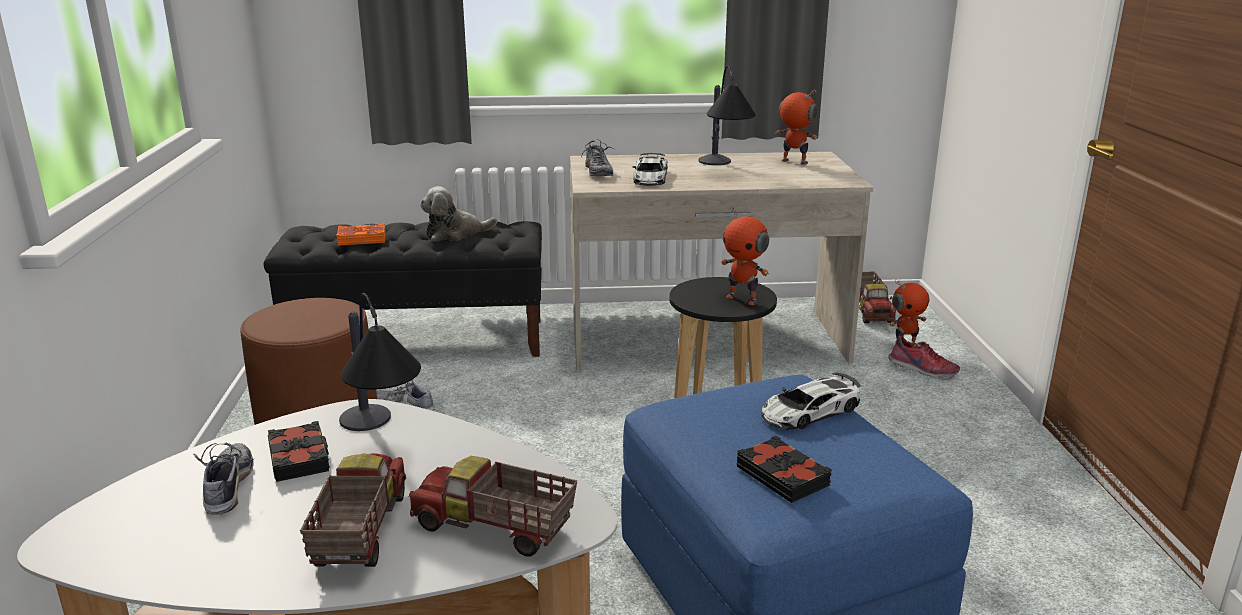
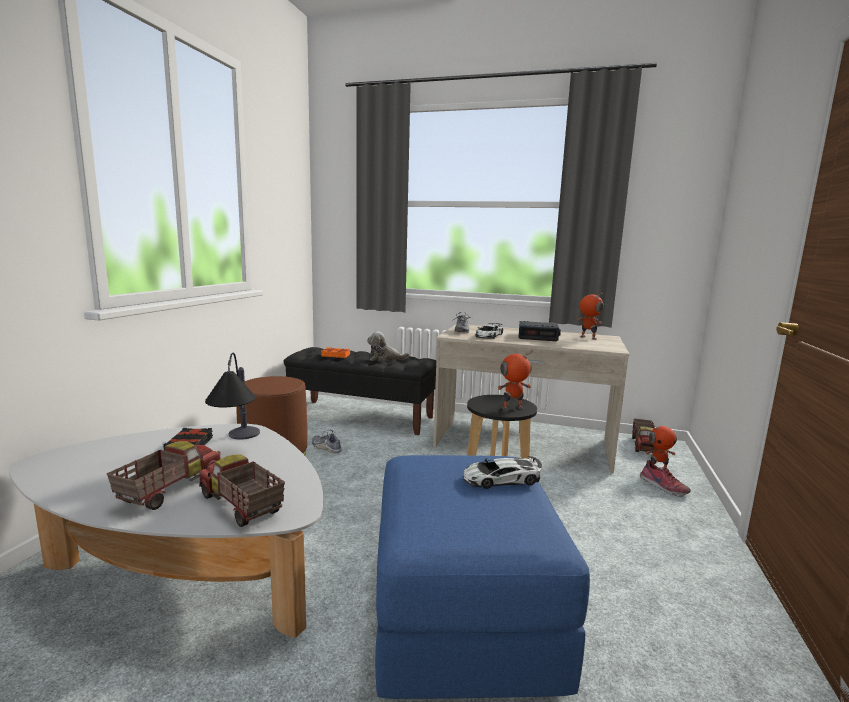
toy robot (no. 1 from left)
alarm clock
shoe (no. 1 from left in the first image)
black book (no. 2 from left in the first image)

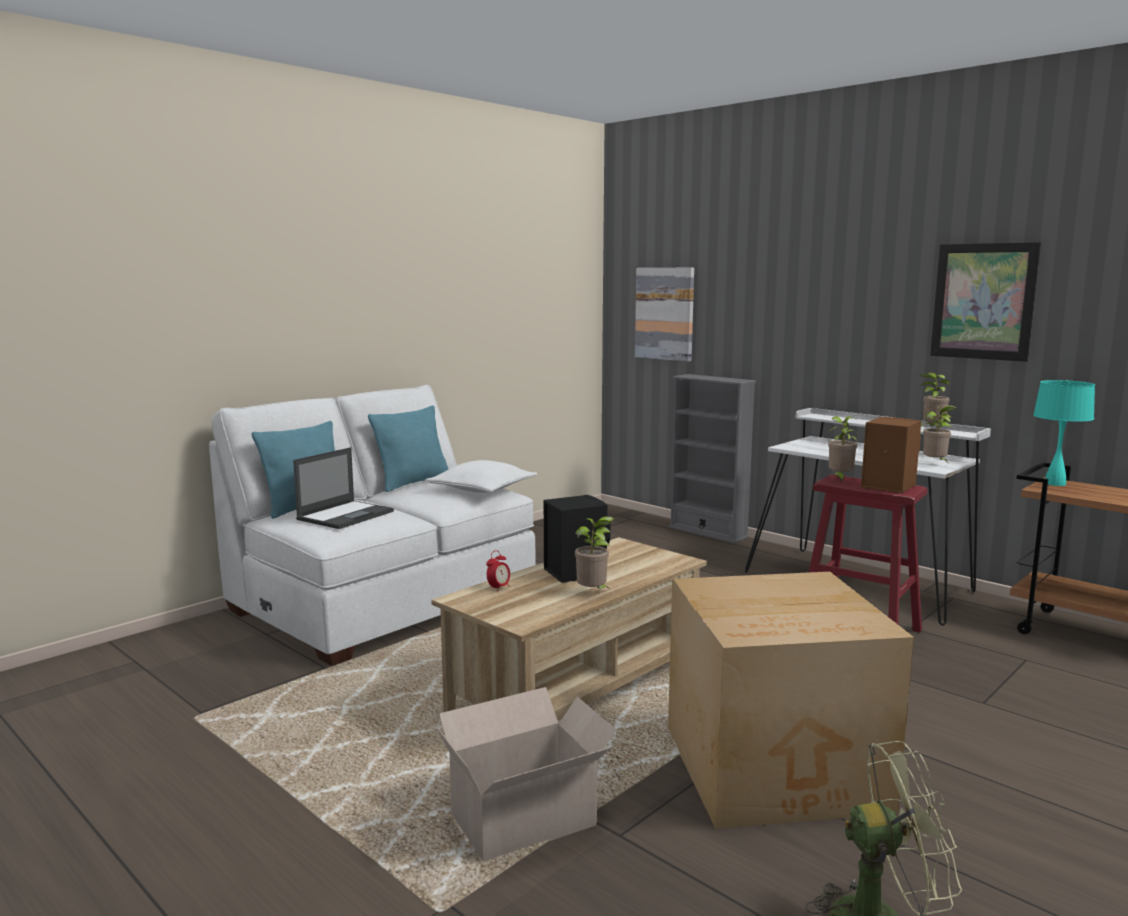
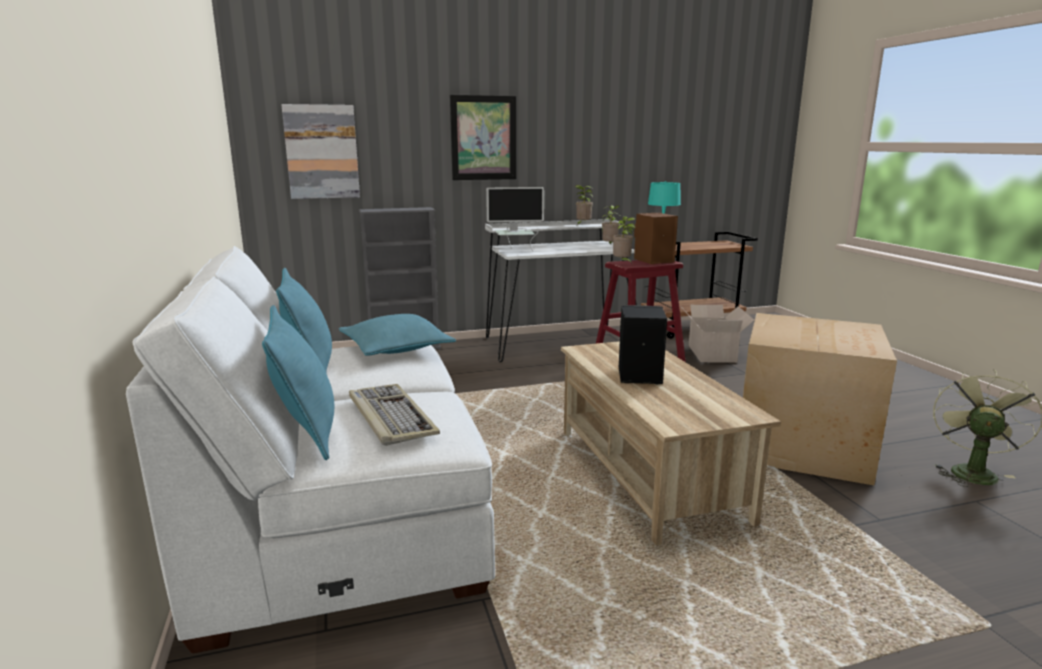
turquoise pillow (no. 3 from left)
keyboard
picture (no. 2 from left)
monitor
cardboard box (no. 1 from left)
alarm clock
potted plant (no. 1 from left in the first image)

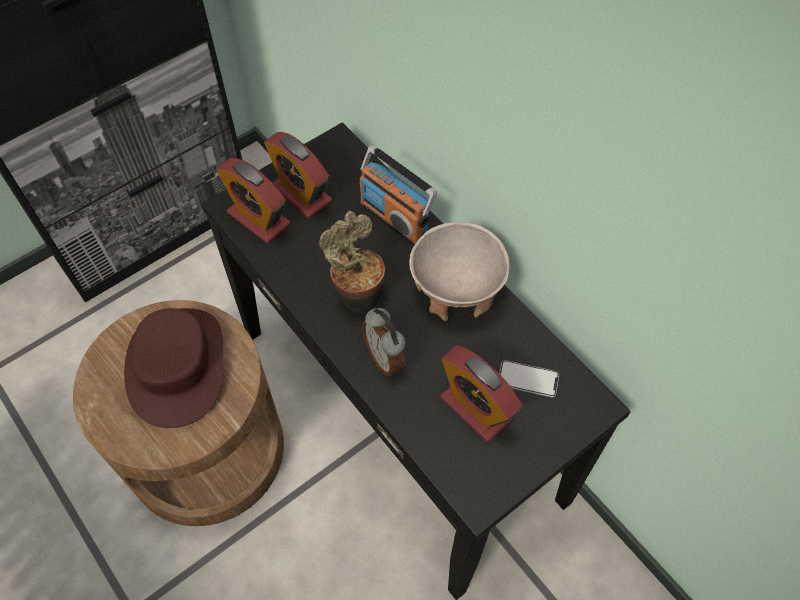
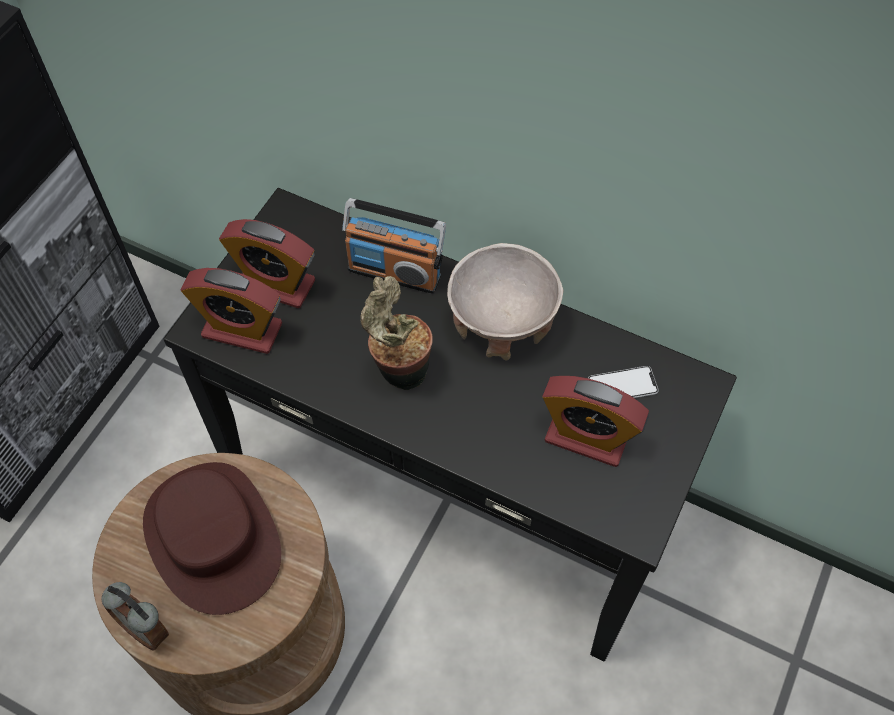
alarm clock (no. 1 from left)

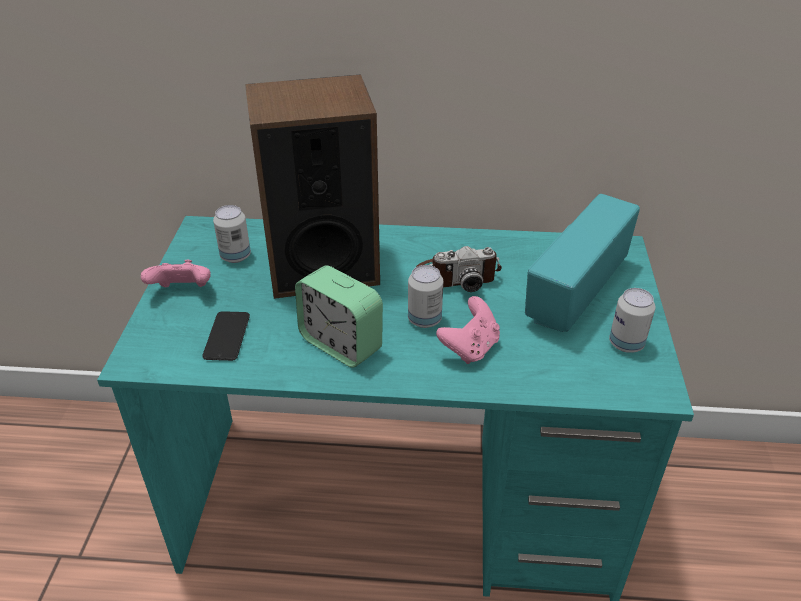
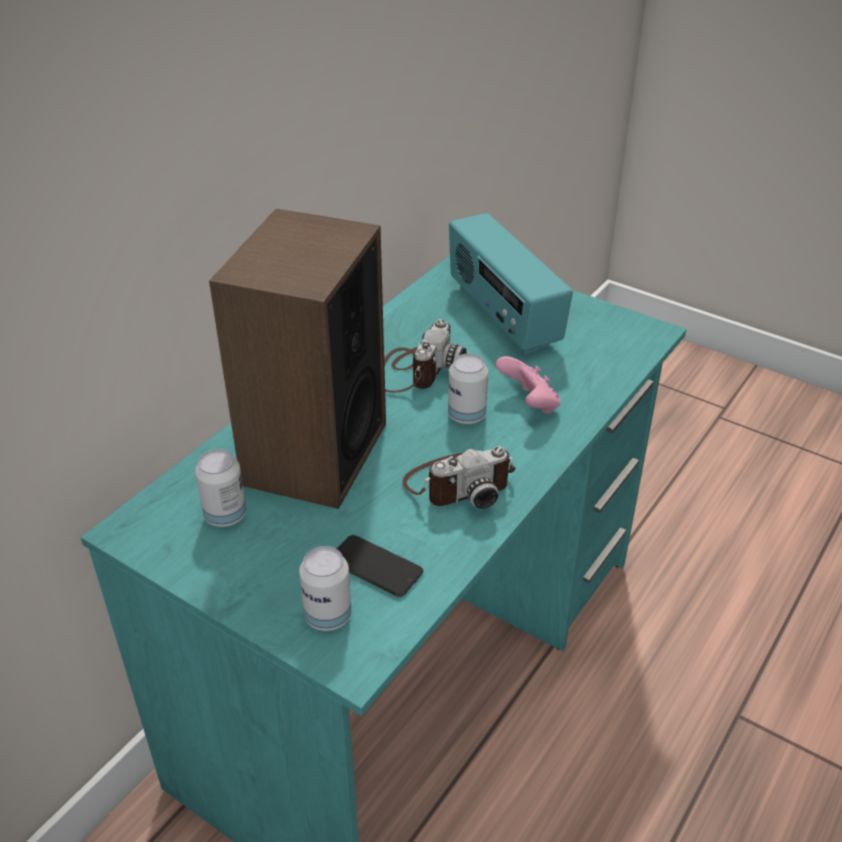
can (no. 2 from left)
photo camera (no. 2 from left)
pink game controller (no. 1 from left in the first image)

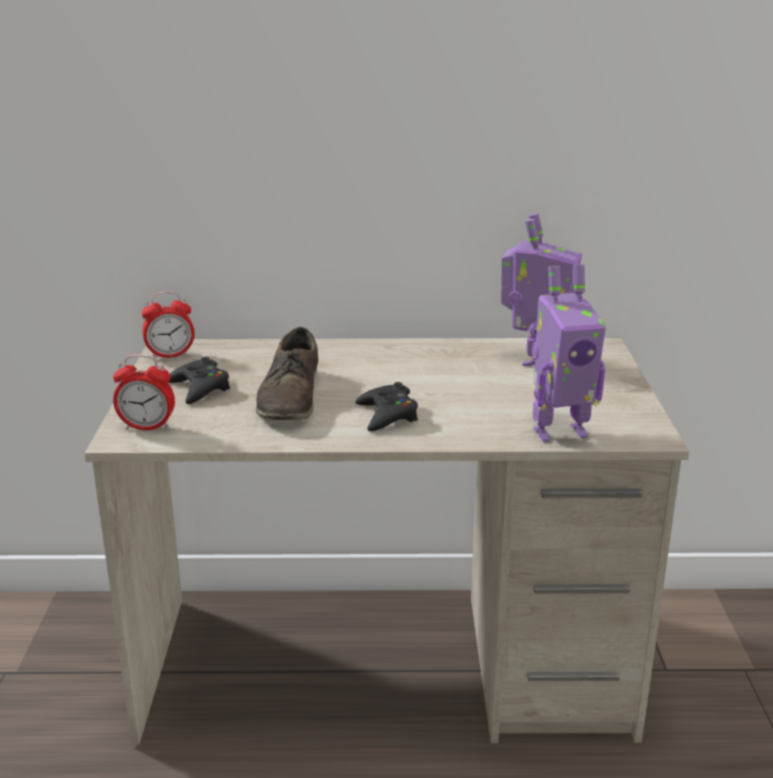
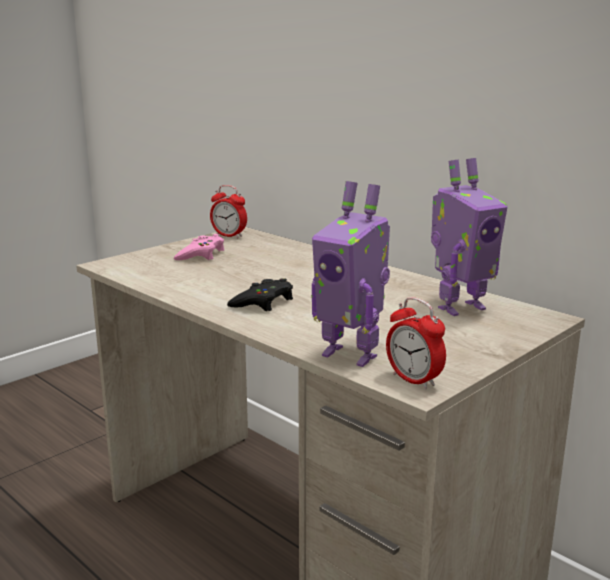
pink game controller
alarm clock (no. 2 from left)
brown shoe

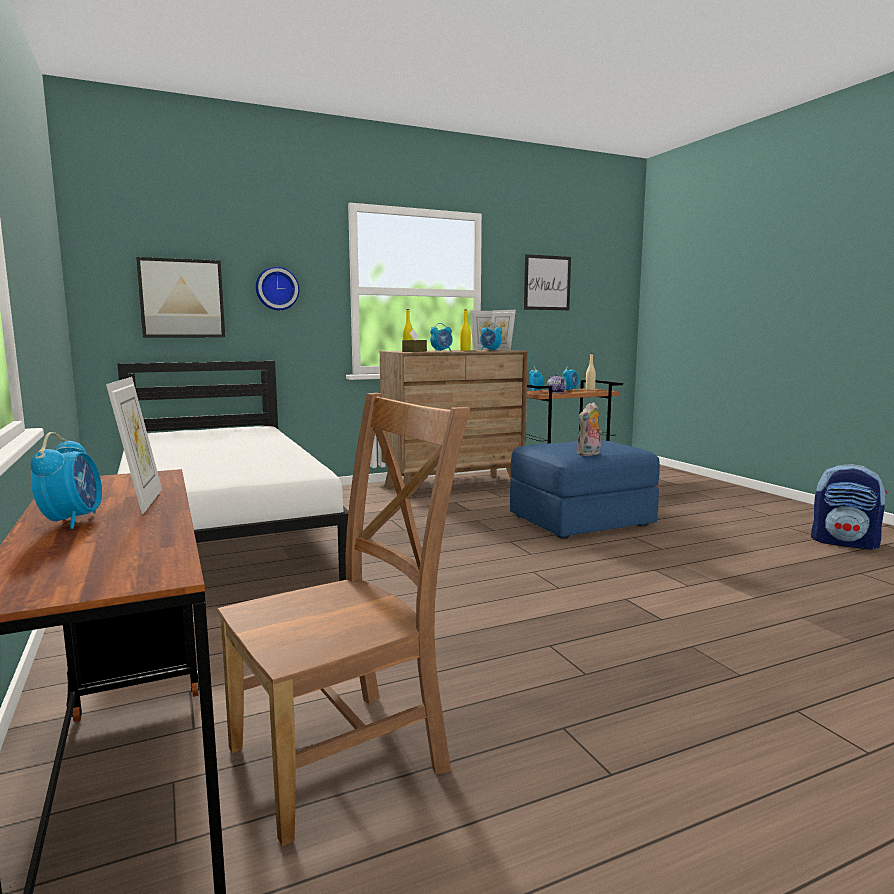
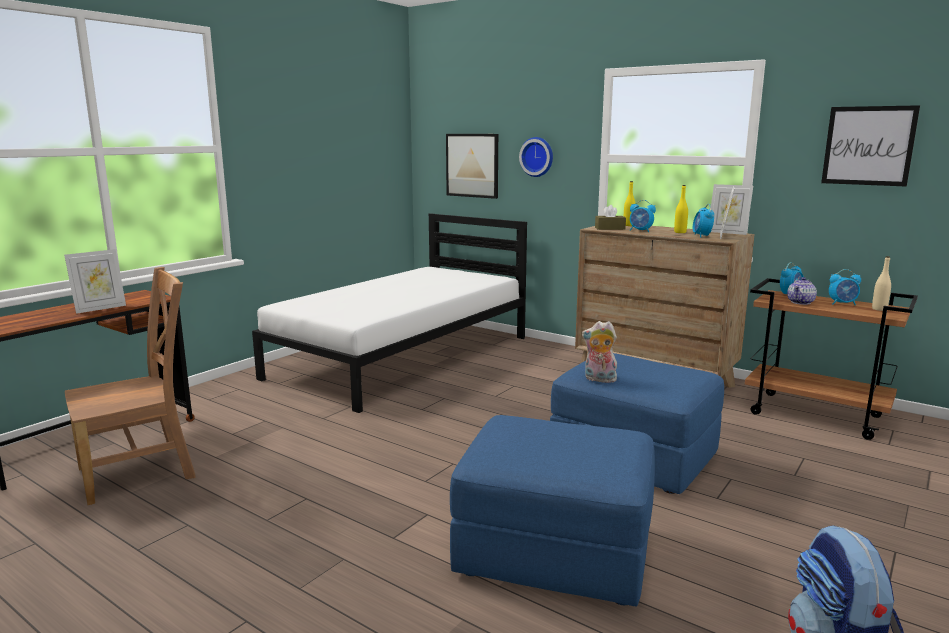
brown chair
blue ottoman (no. 1 from left)
alarm clock (no. 1 from left in the first image)

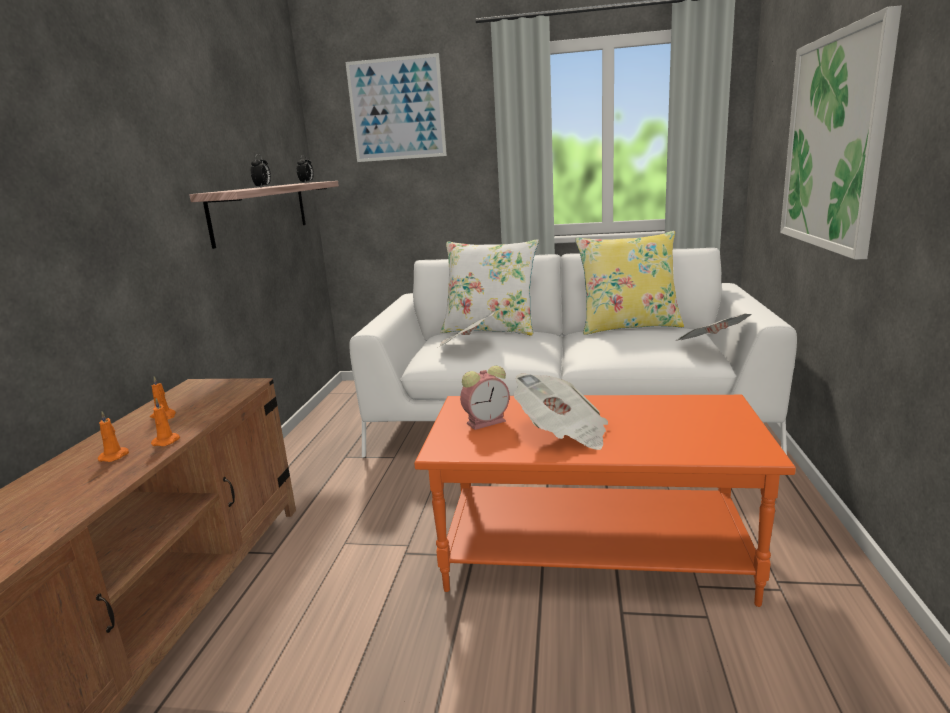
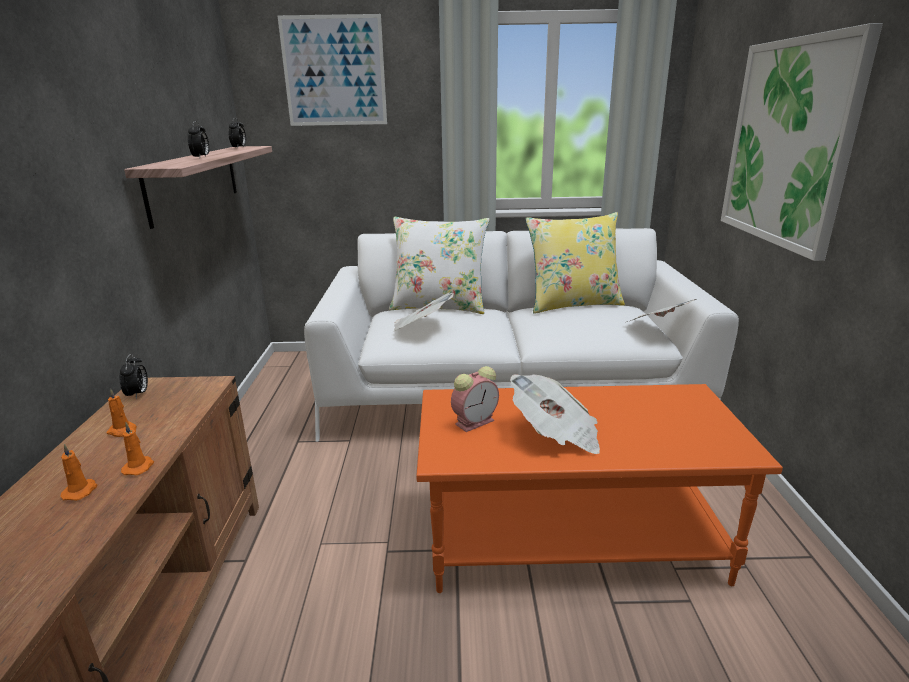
alarm clock (no. 1 from left)

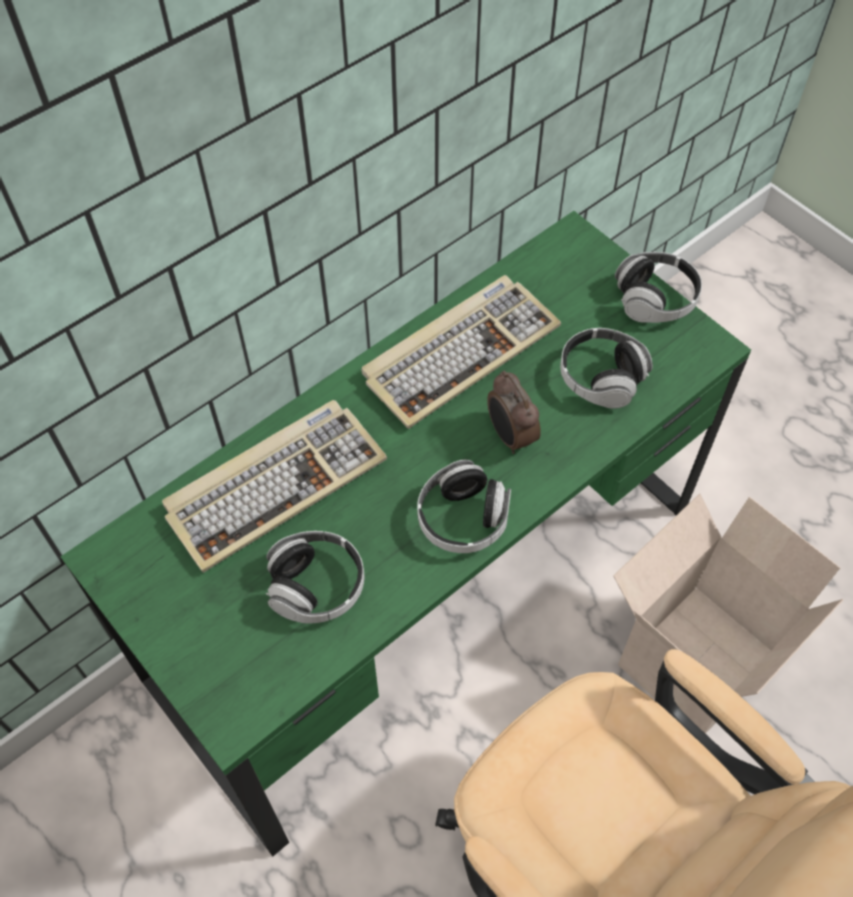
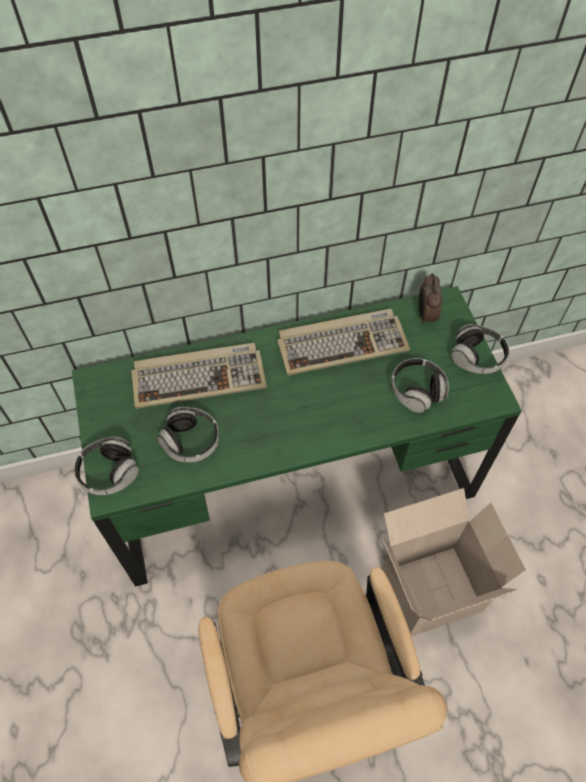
headphones (no. 1 from left)
alarm clock

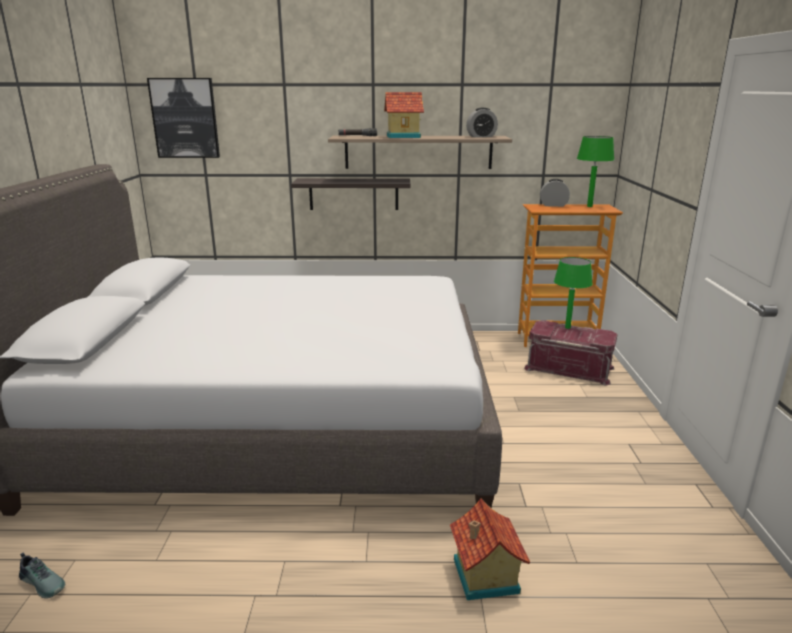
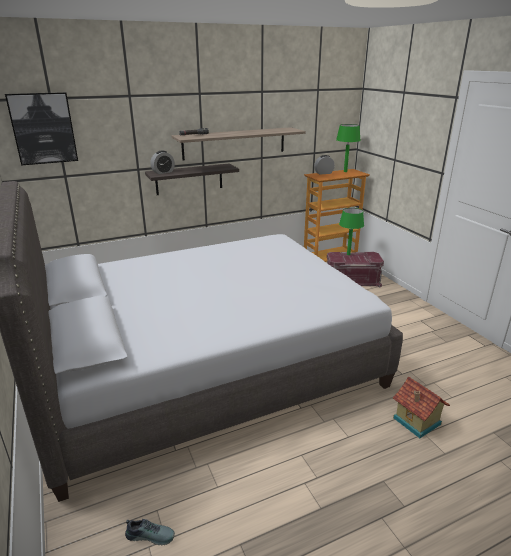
alarm clock (no. 1 from left)
toy house (no. 1 from left in the first image)

